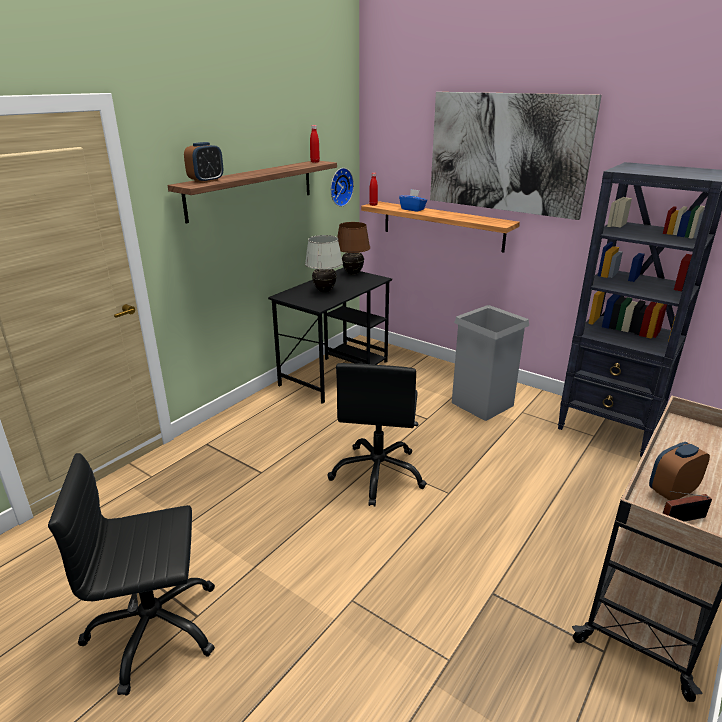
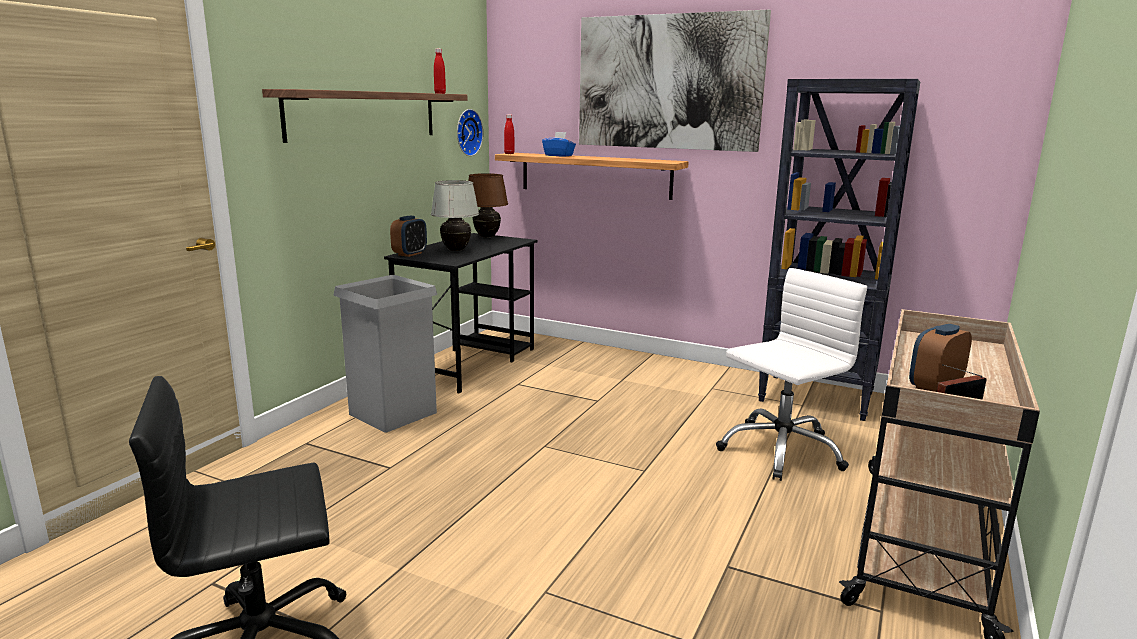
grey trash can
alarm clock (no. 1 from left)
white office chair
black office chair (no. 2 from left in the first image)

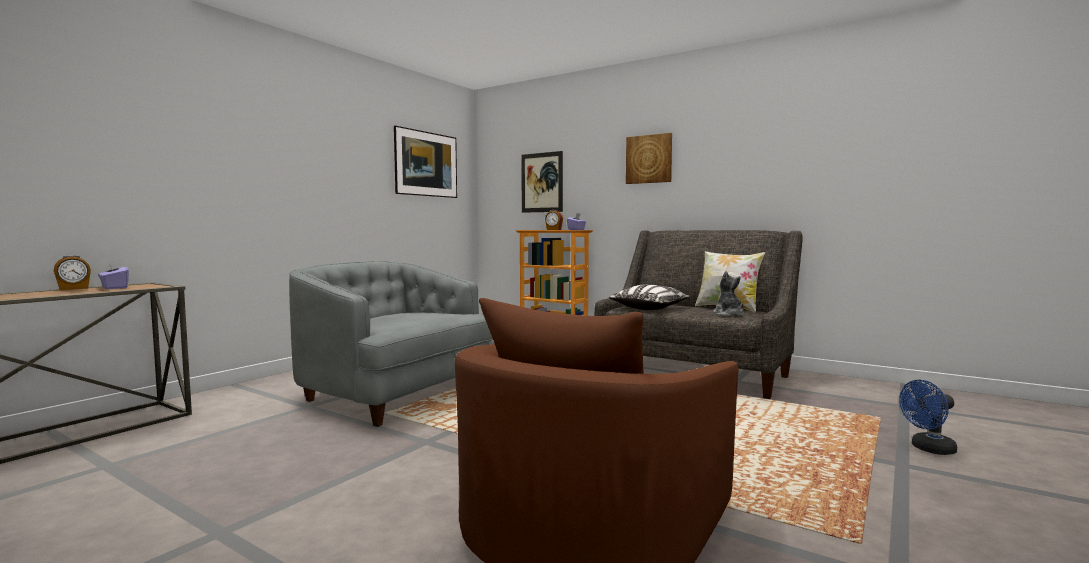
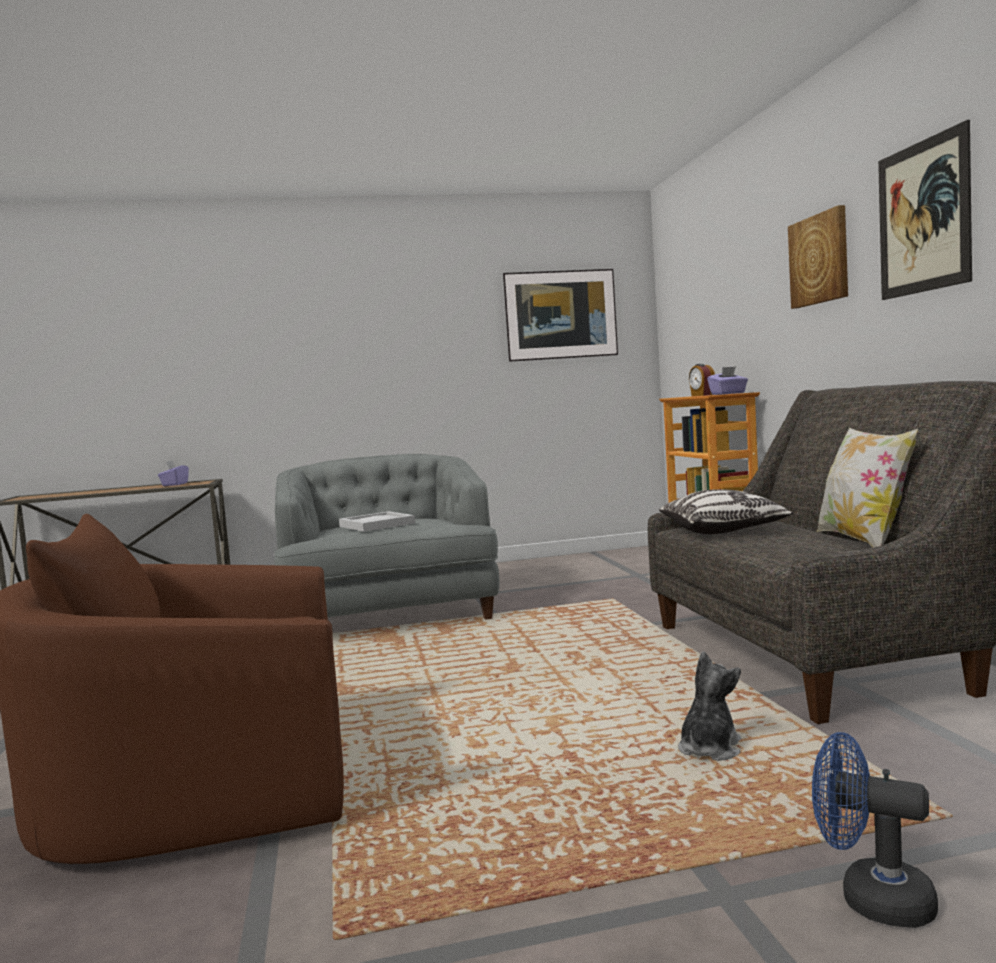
white tray
plush toy
picture (no. 3 from left)
alarm clock (no. 1 from left in the first image)

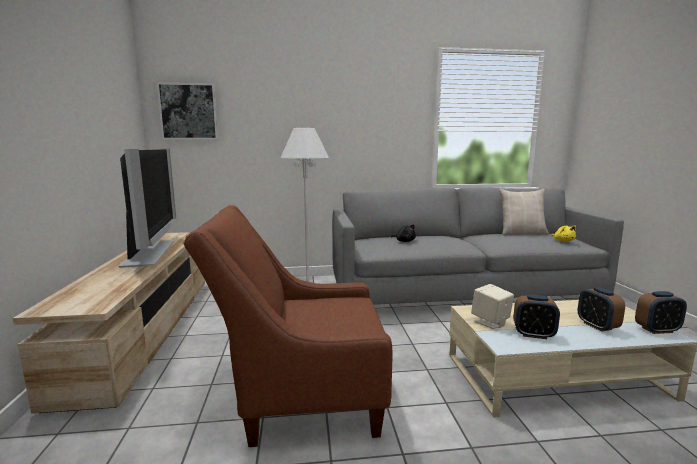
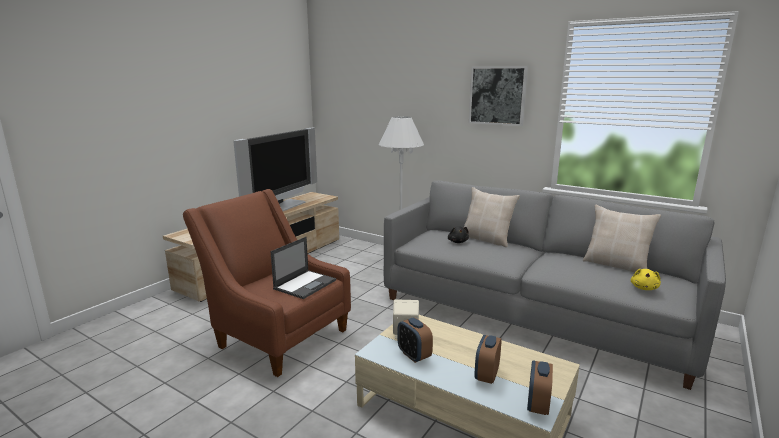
laptop
beige pillow (no. 1 from left)
picture
alarm clock (no. 3 from left)

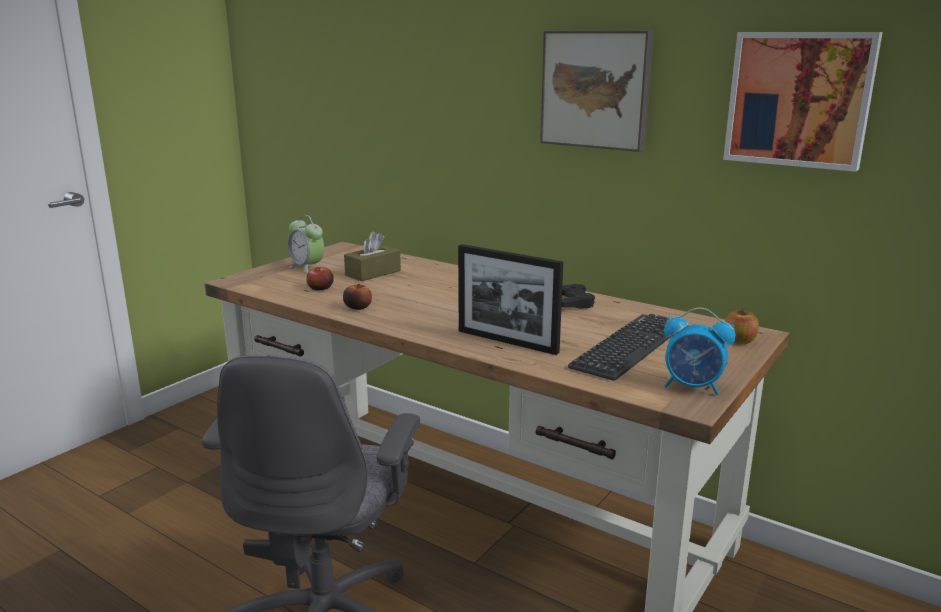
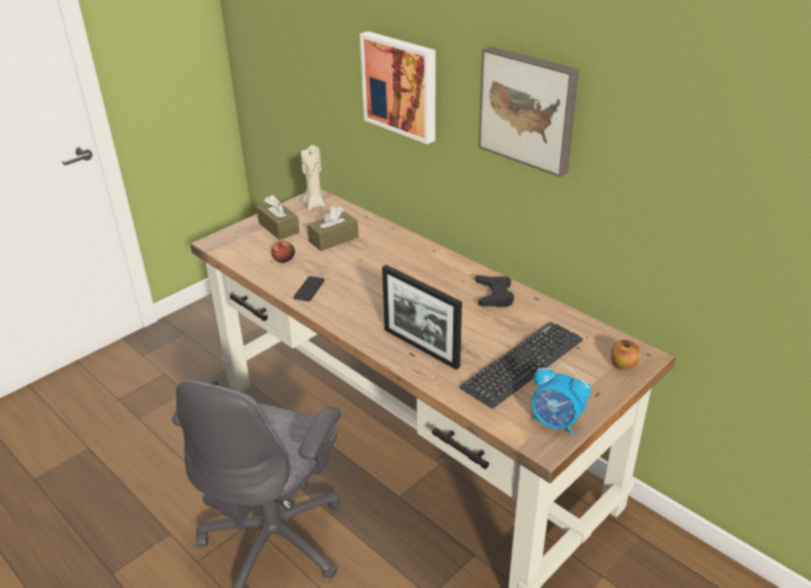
brown tissue box (no. 1 from left)
phone
beige candle
picture (no. 1 from left)

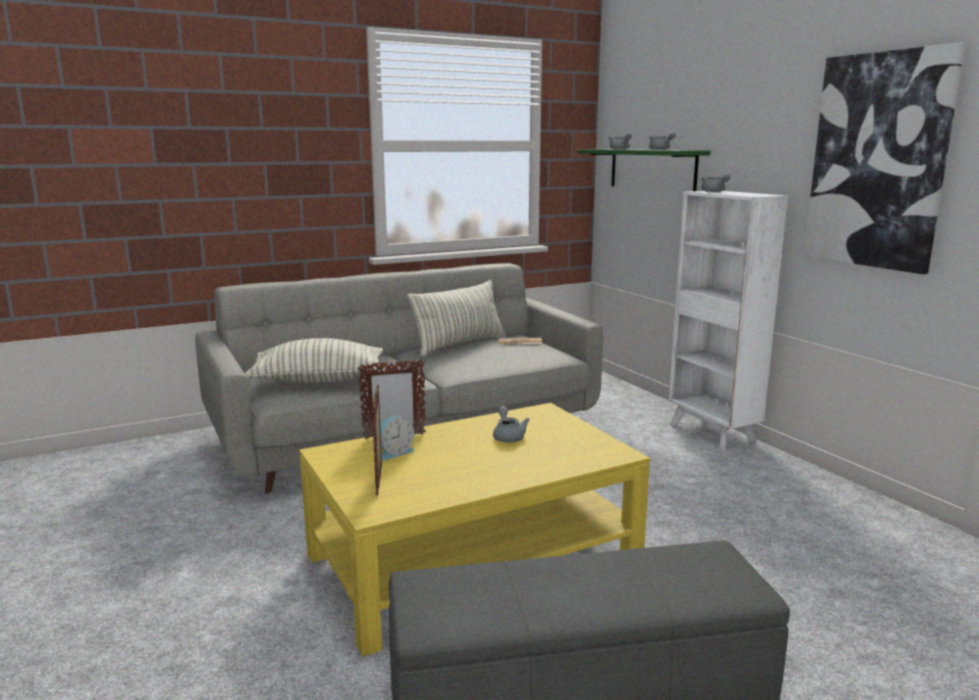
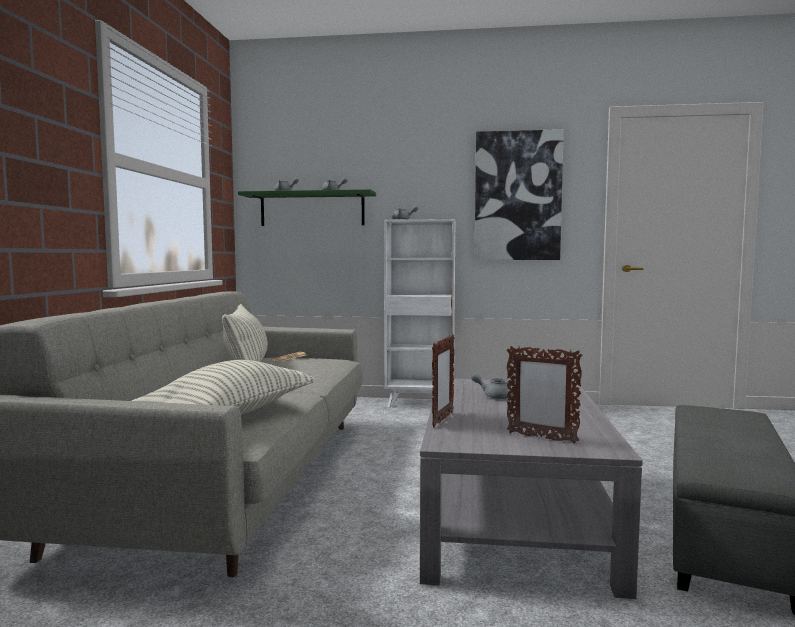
grey coffee table
alarm clock

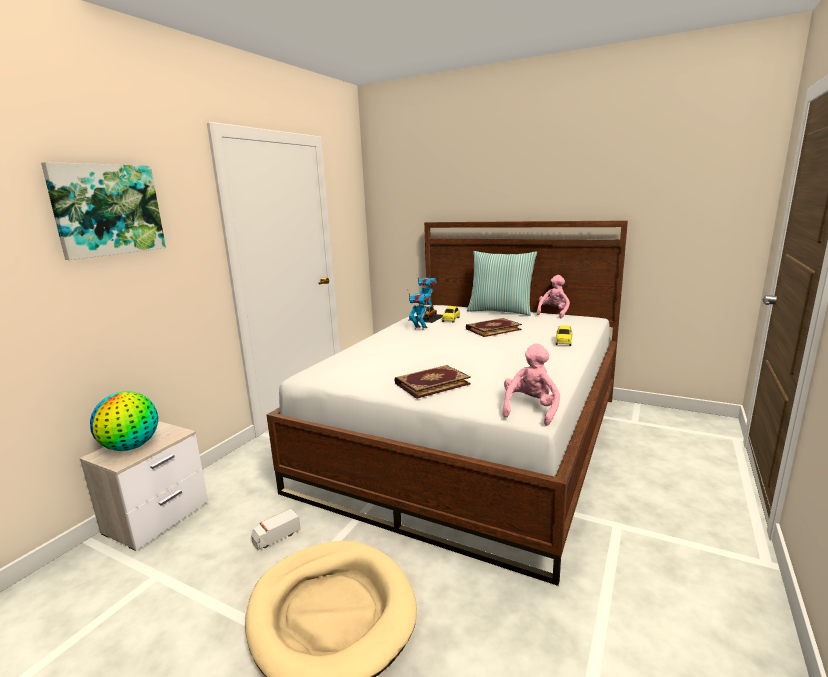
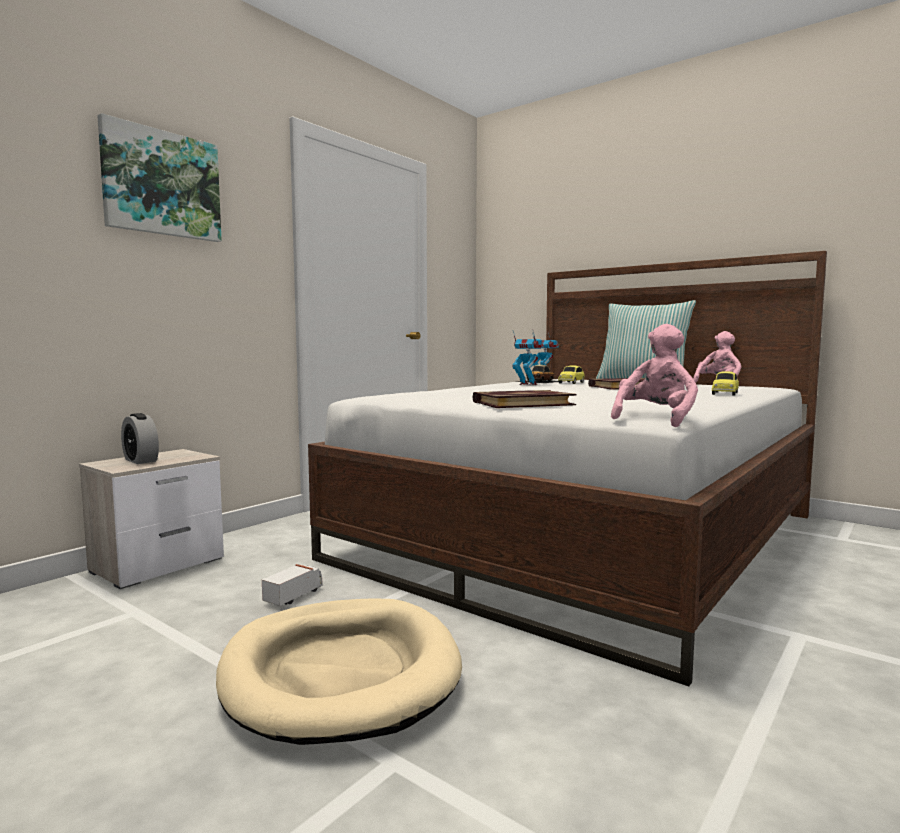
alarm clock
toy truck

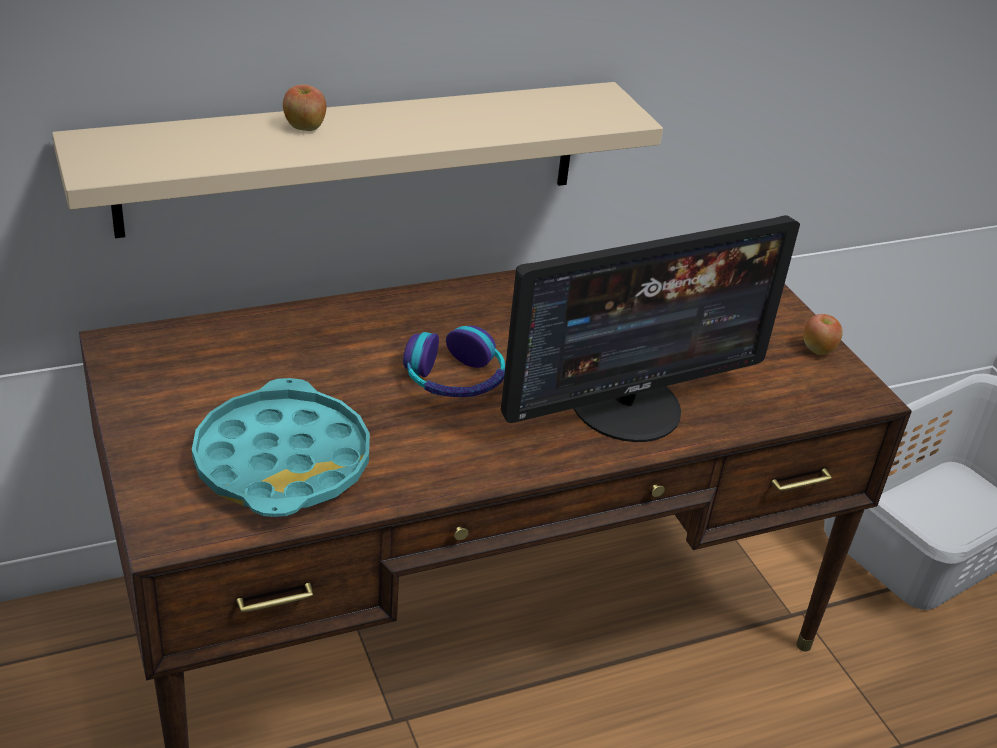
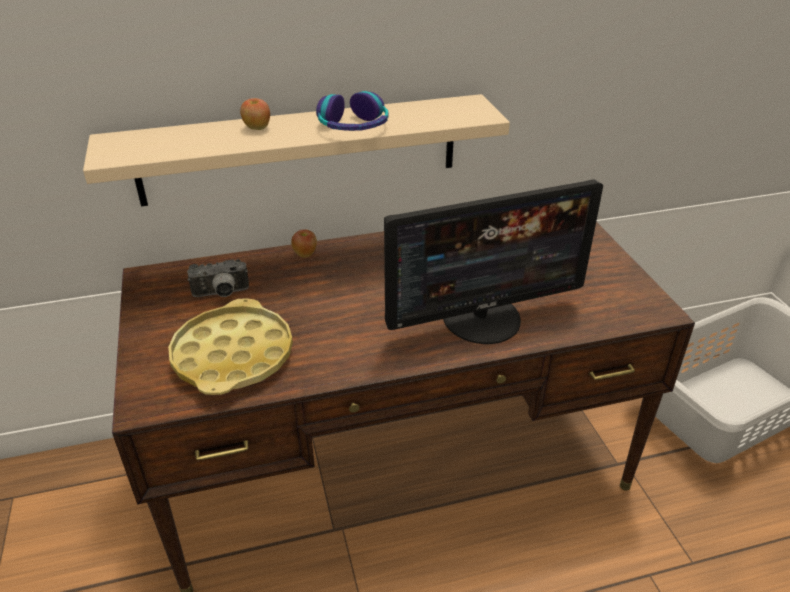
yellow tray
photo camera
apple (no. 2 from left)
headphones

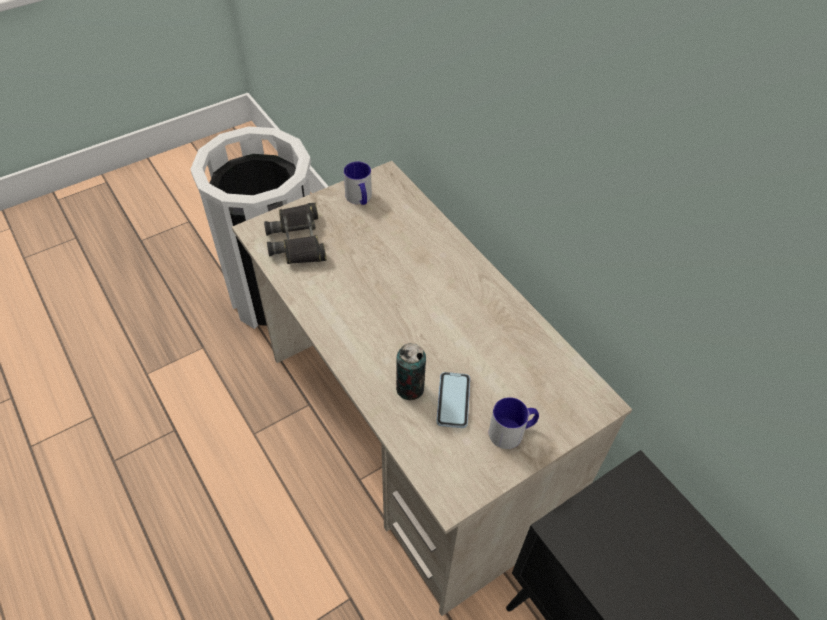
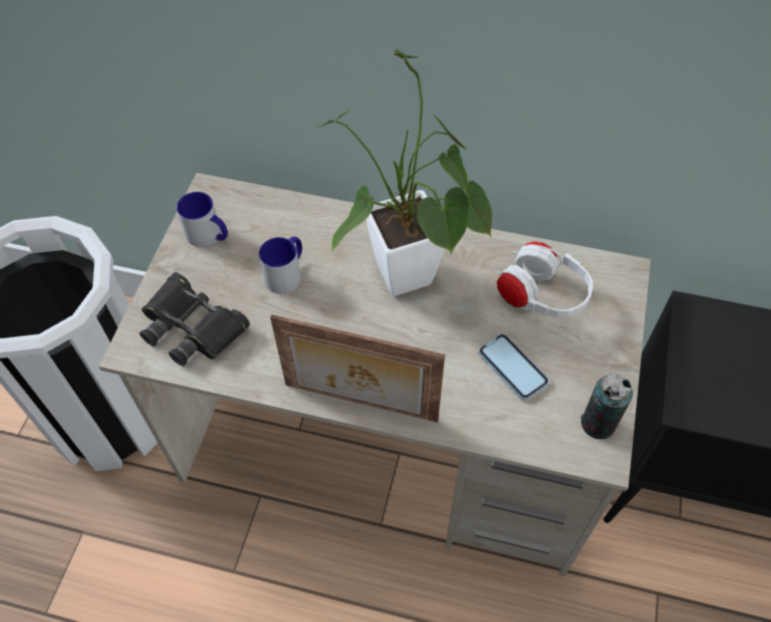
mug (no. 2 from left)
picture frame
potted plant
white headphones
can

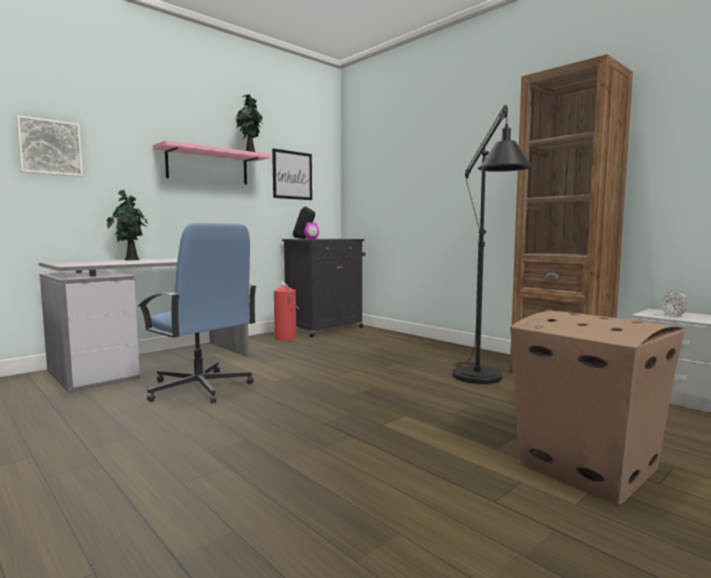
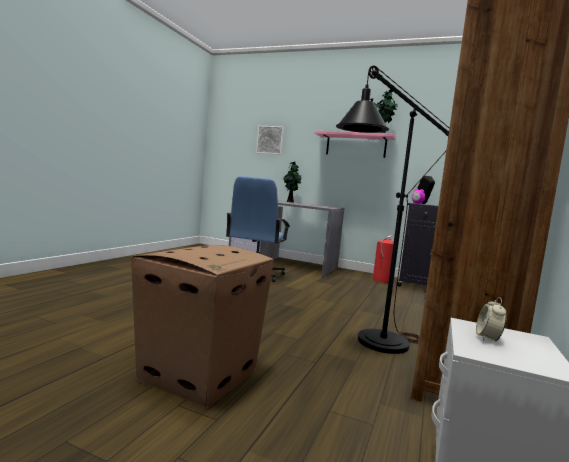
picture (no. 2 from left in the first image)

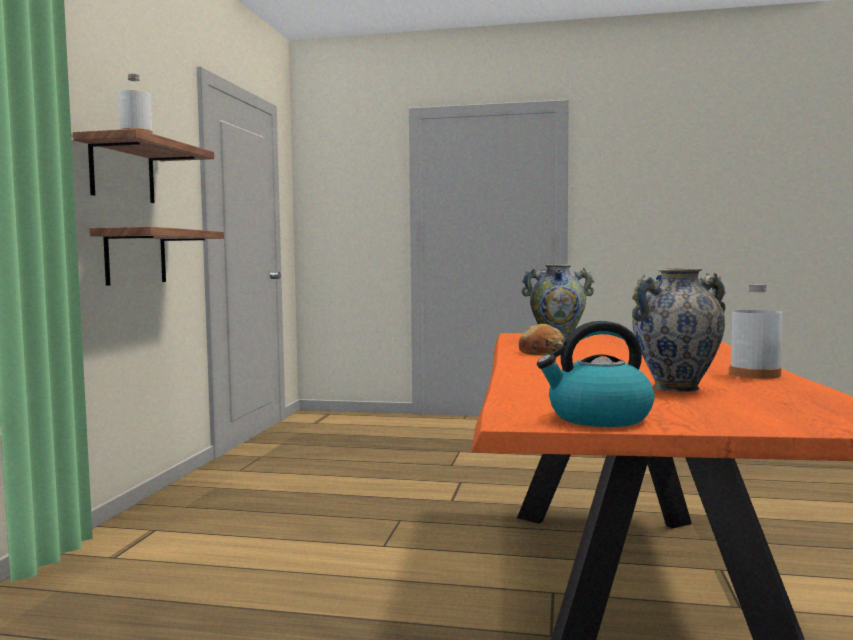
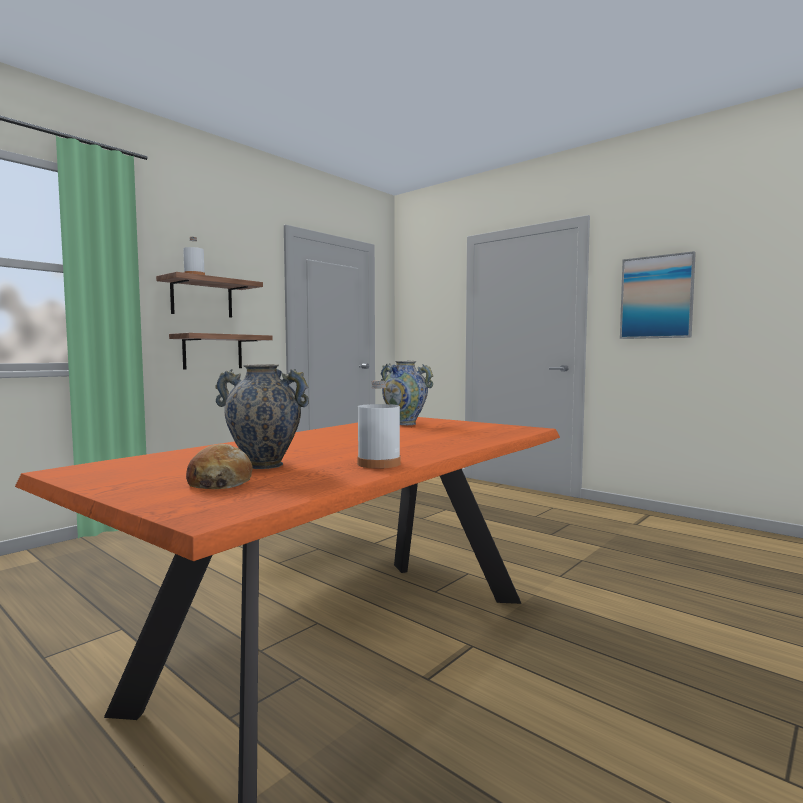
bread
picture
kettle

